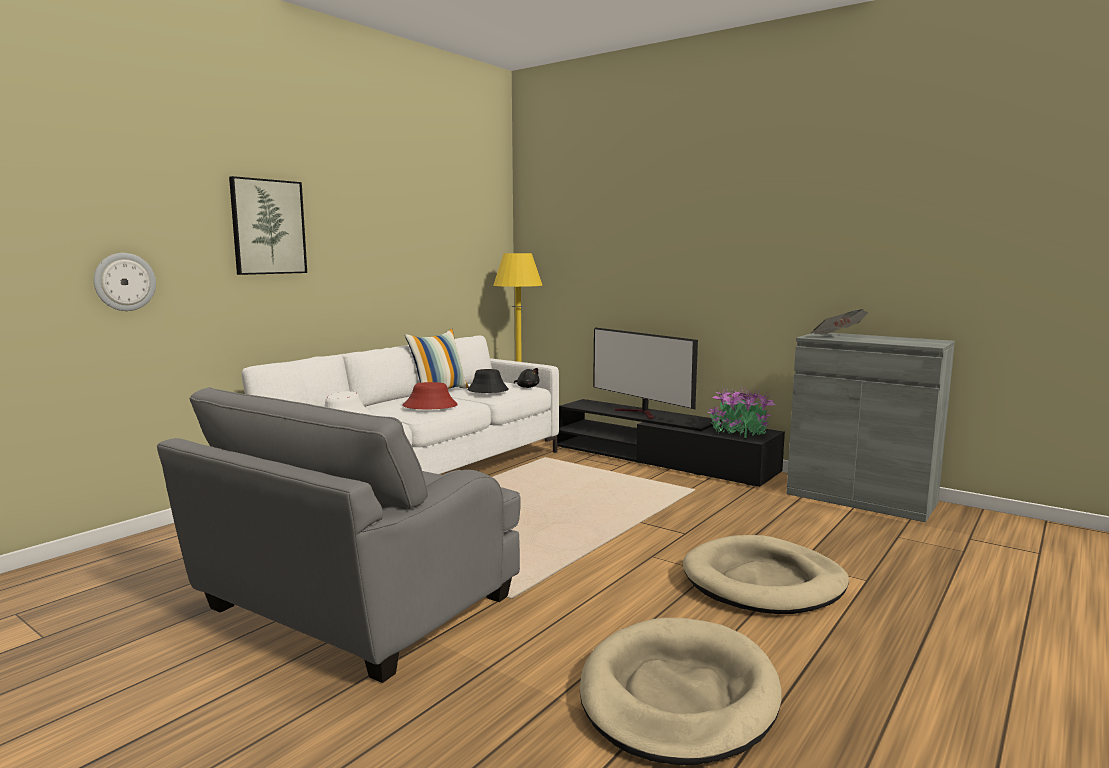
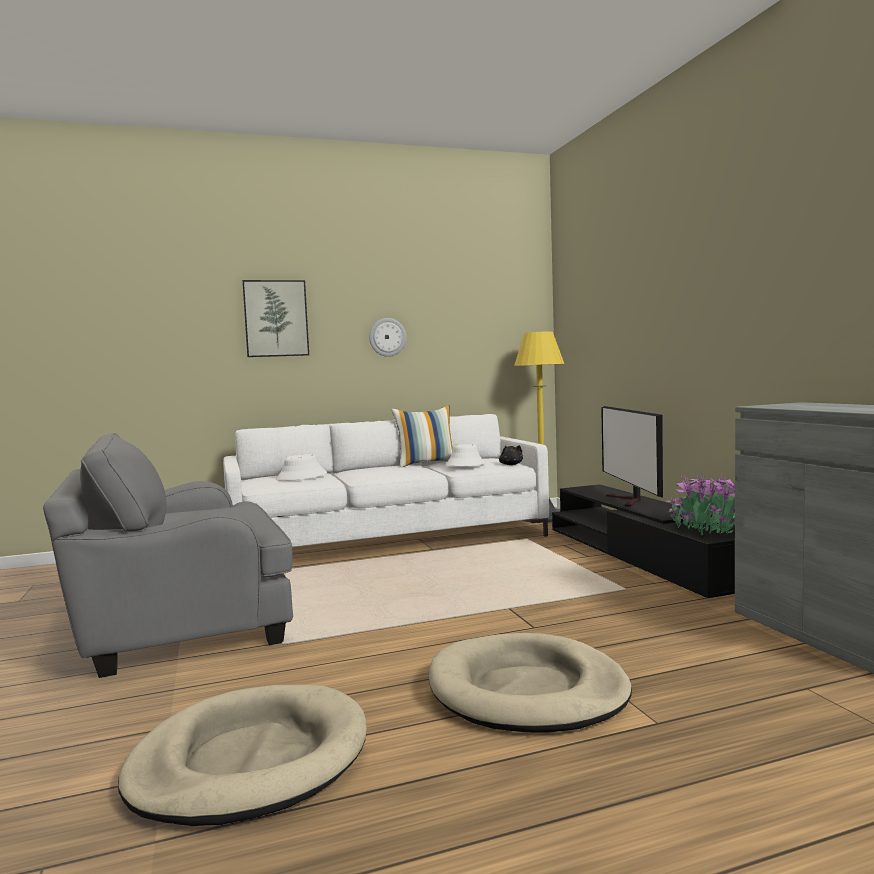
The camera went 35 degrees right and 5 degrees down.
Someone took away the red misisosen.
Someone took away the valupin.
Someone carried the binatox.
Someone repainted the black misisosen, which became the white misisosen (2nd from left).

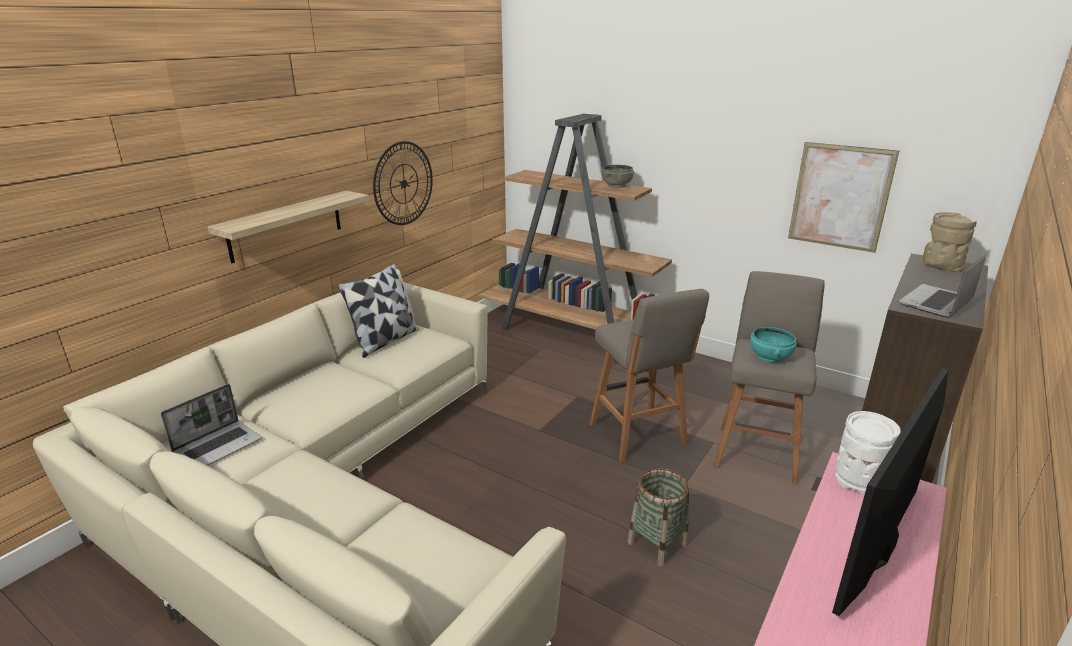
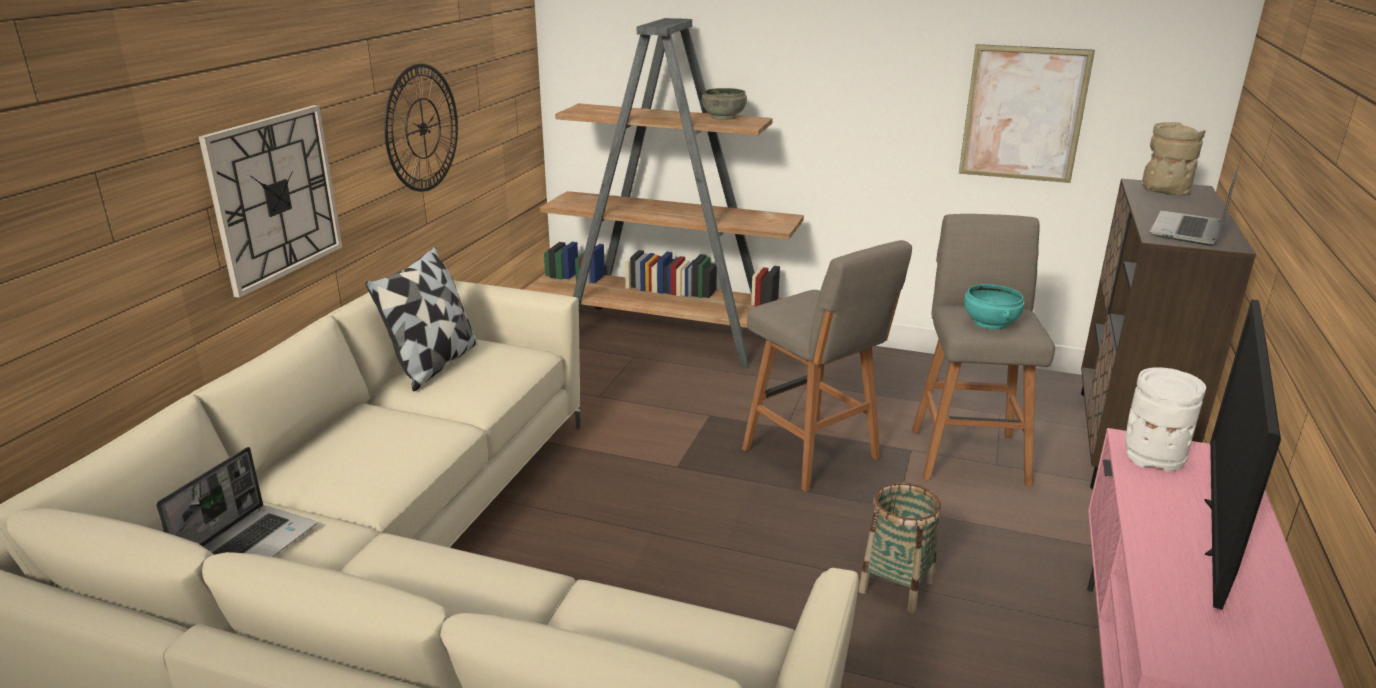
The camera went 15 degrees left and 0 degrees up.
Someone swapped the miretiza for the binatox (1st from left).

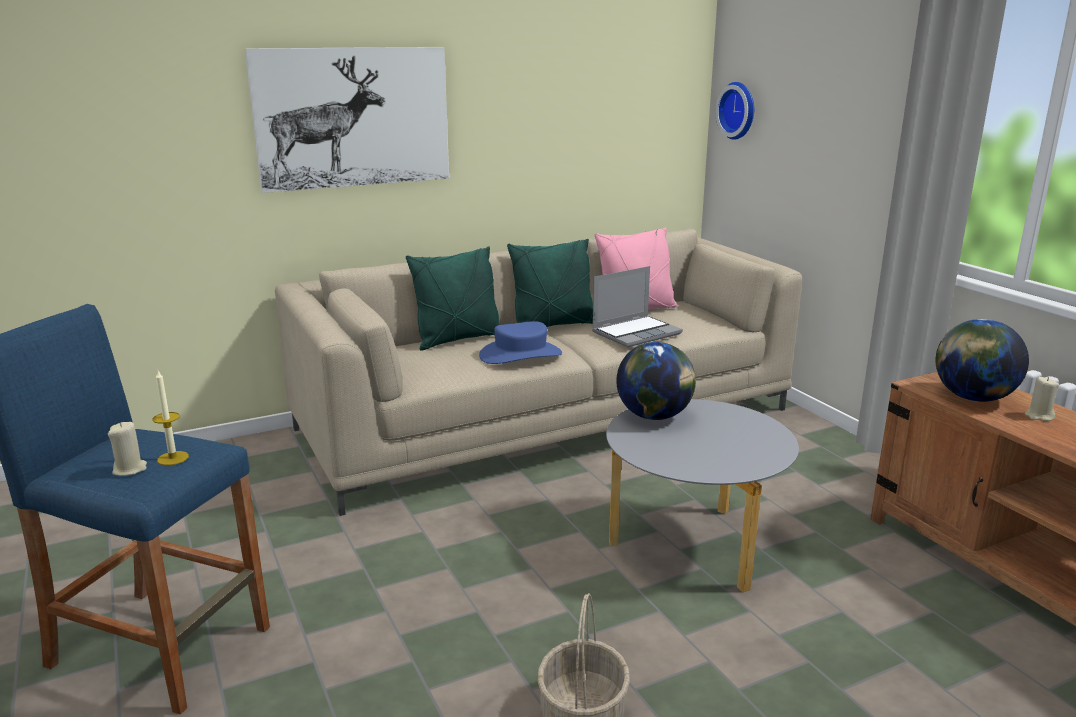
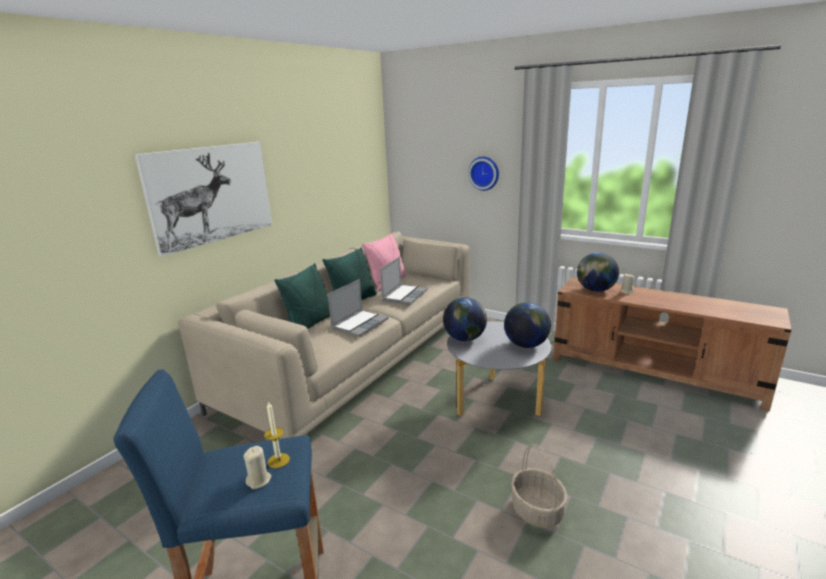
The camera went 30 degrees left and 0 degrees up.
Someone put down the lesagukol (2nd from left).
Someone carried the binatox.
Someone swapped the blue misisosen for the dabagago (1st from left).

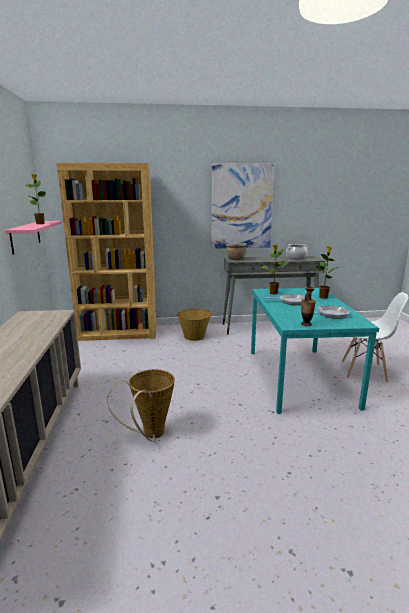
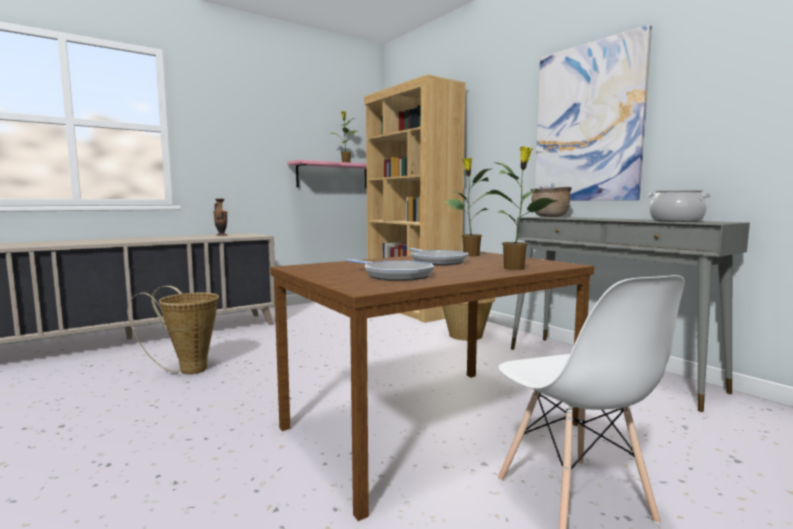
The camera went 60 degrees right and 10 degrees down.
Someone carried the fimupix.
Someone repainted the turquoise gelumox, which became the brown gelumox.

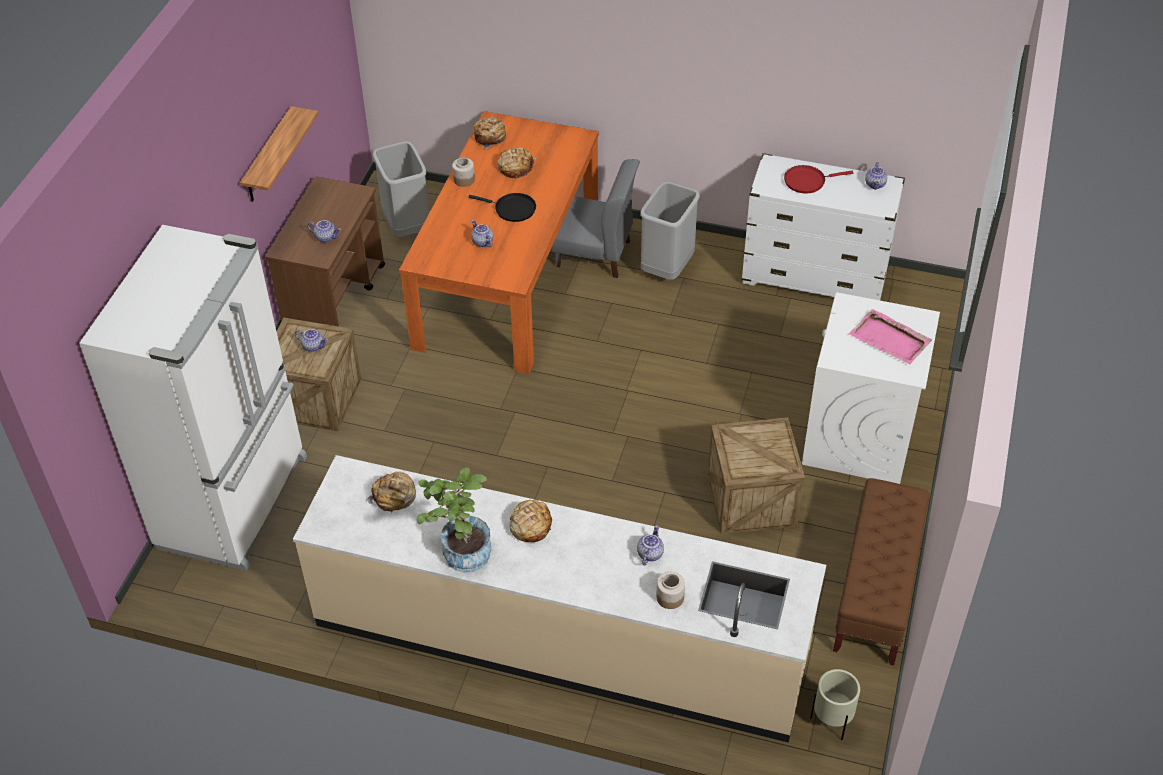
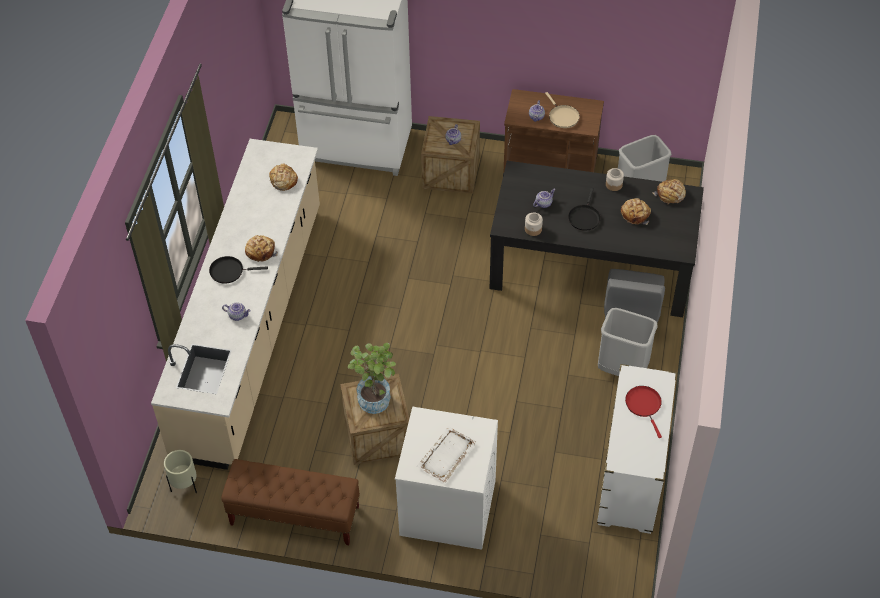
The camera went 85 degrees right and 5 degrees up.
Someone took away the miretiza.
Someone took away the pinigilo (5th from left).
Someone put down the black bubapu (1st from left).
Someone put down the beige bubapu.
Someone carried the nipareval.
Someone carried the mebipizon (2nd from left in the first image).
Someone repainted the orange gelumox, which became the black gelumox.
Someone repainted the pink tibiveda, which became the white tibiveda.

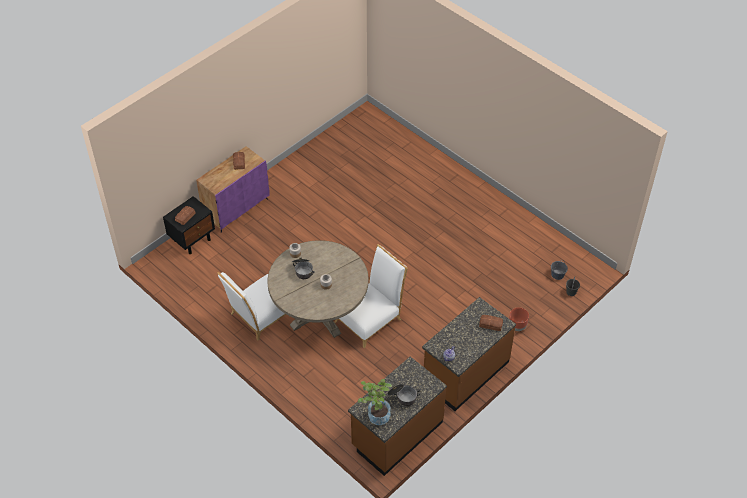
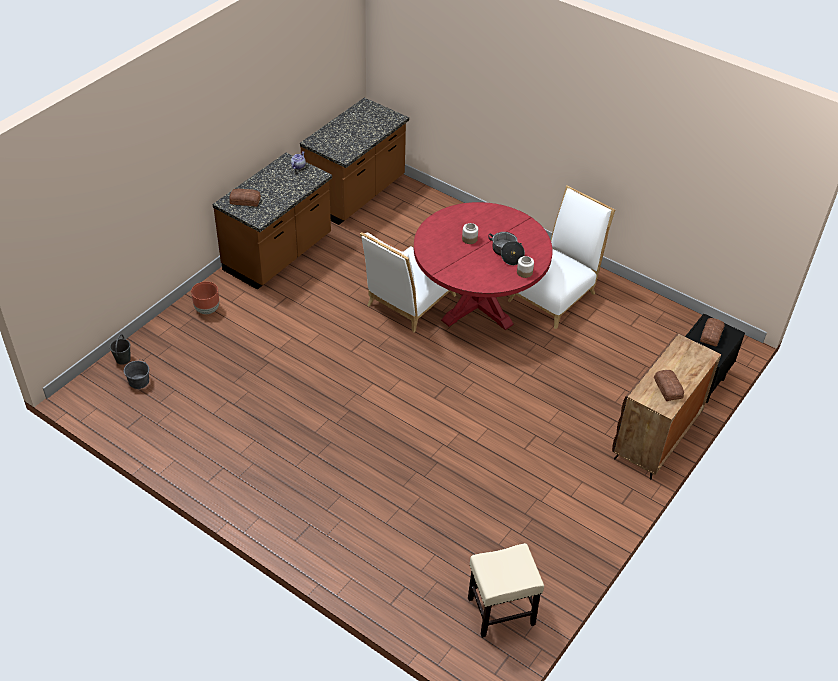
The camera went 170 degrees right and 5 degrees down.
Someone took away the nipareval.
Someone took away the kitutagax (2nd from left).
Someone put down the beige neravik.
Someone repainted the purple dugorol, which became the brown dugorol.
Someone repainted the beige gelumox, which became the red gelumox.

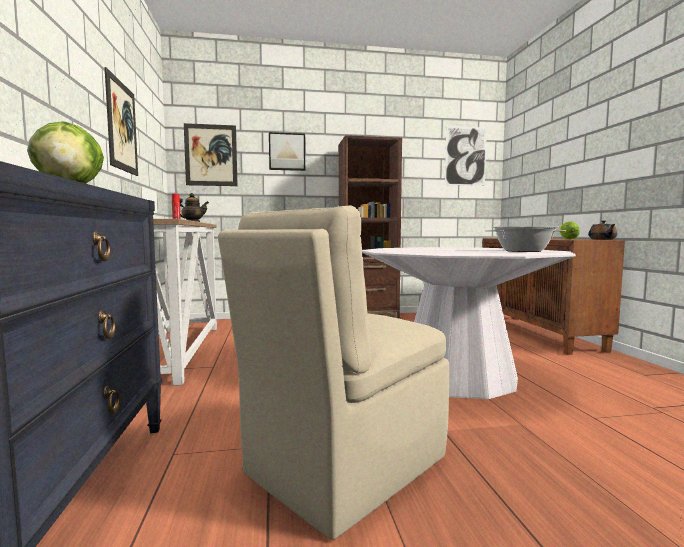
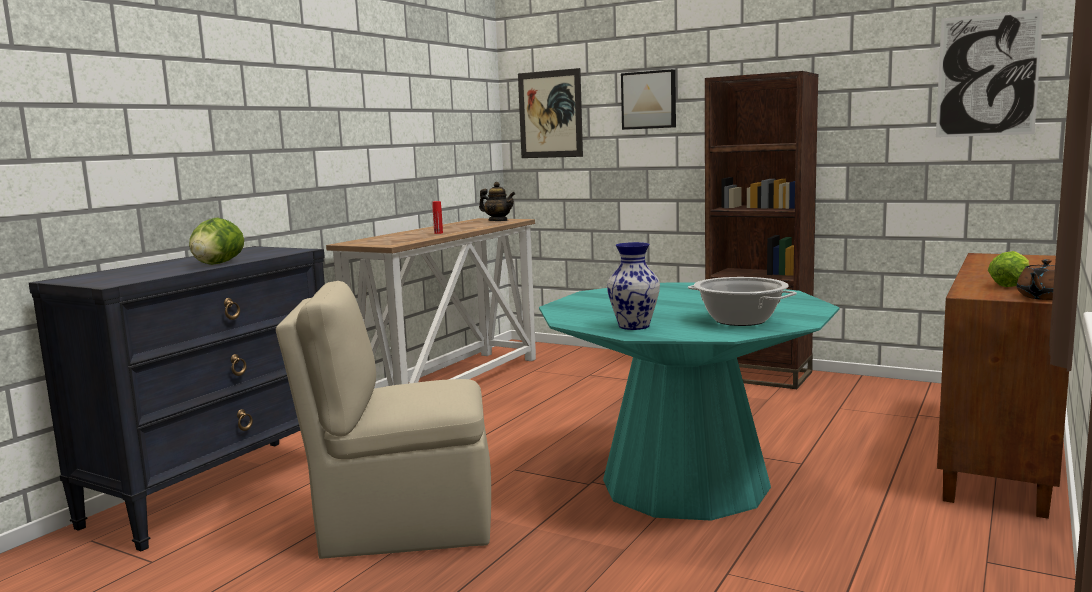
The camera went 40 degrees right and 5 degrees up.
Someone took away the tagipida (1st from left).
Someone put down the fimupix.
Someone repainted the white gelumox, which became the turquoise gelumox.

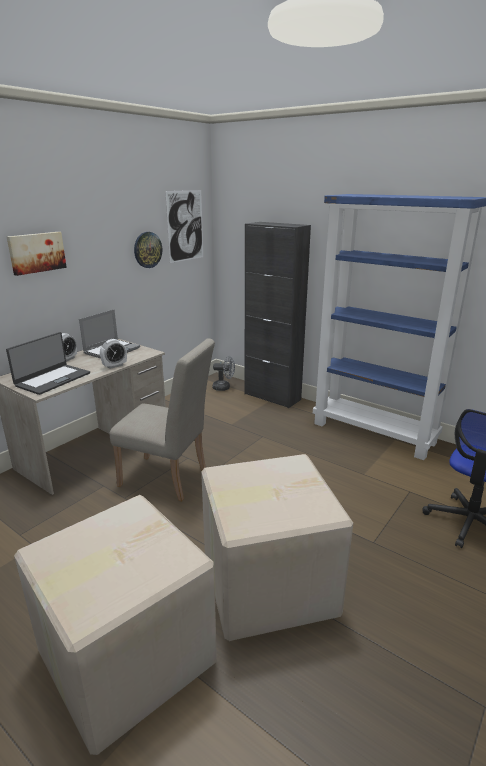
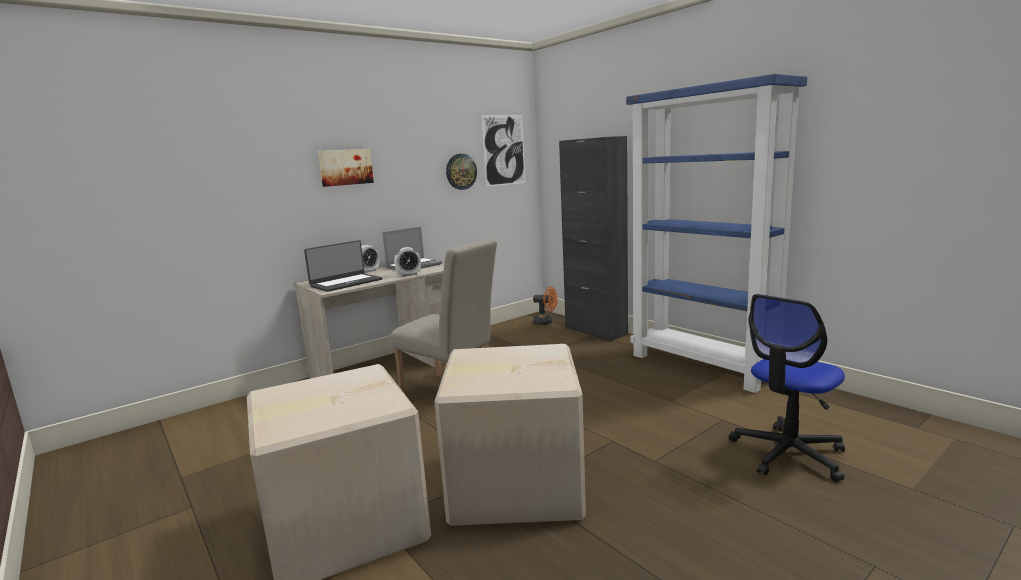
The camera went 15 degrees right and 10 degrees down.
Someone repainted the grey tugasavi, which became the orange tugasavi.

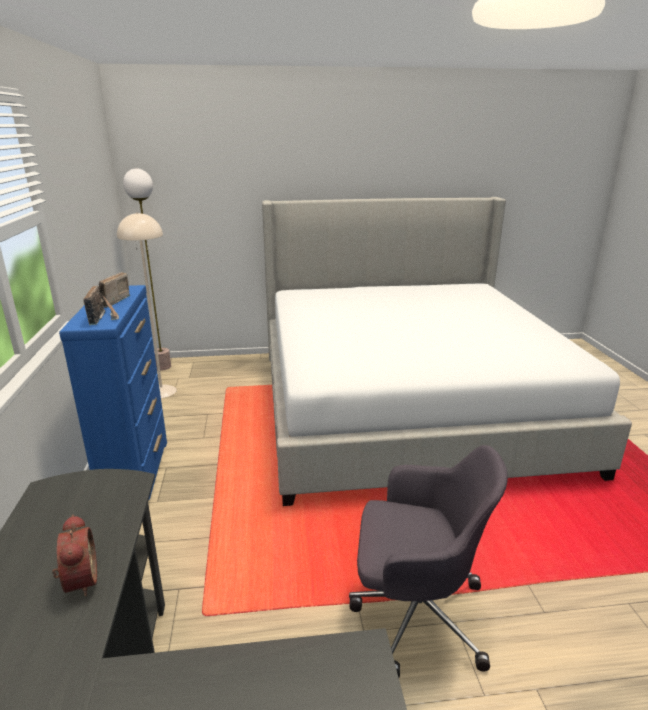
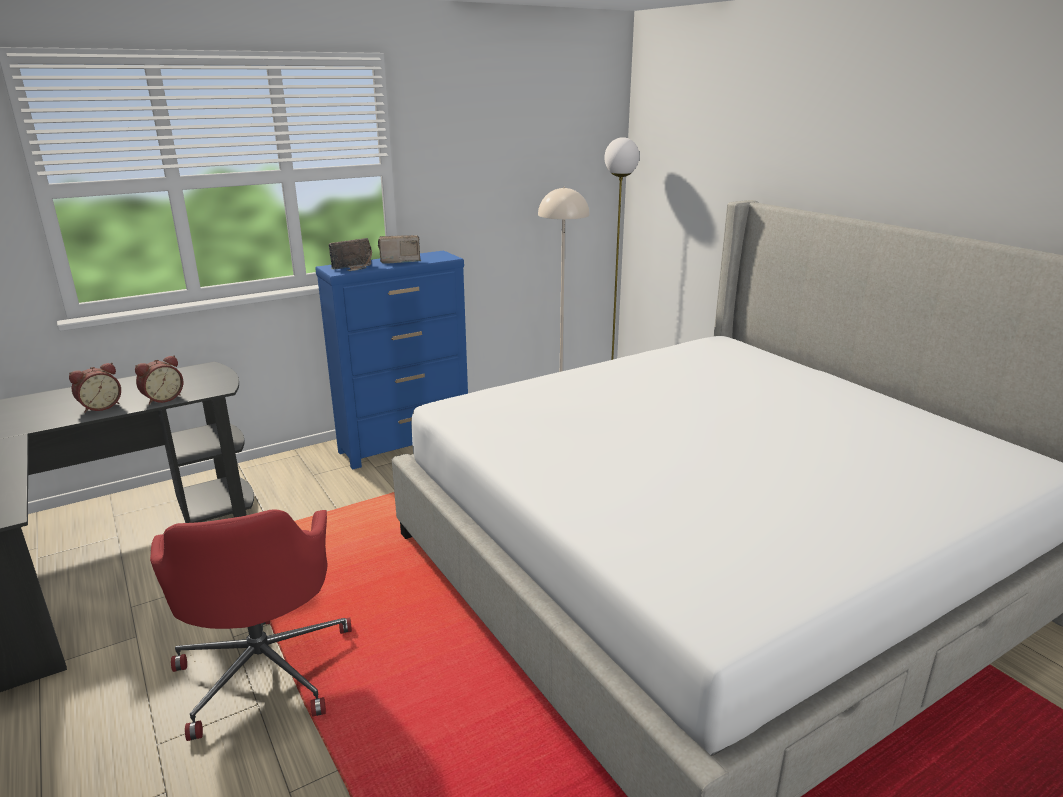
The camera went 65 degrees right and 0 degrees up.
Someone put down the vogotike (2nd from left).
Someone repainted the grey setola, which became the red setola.

